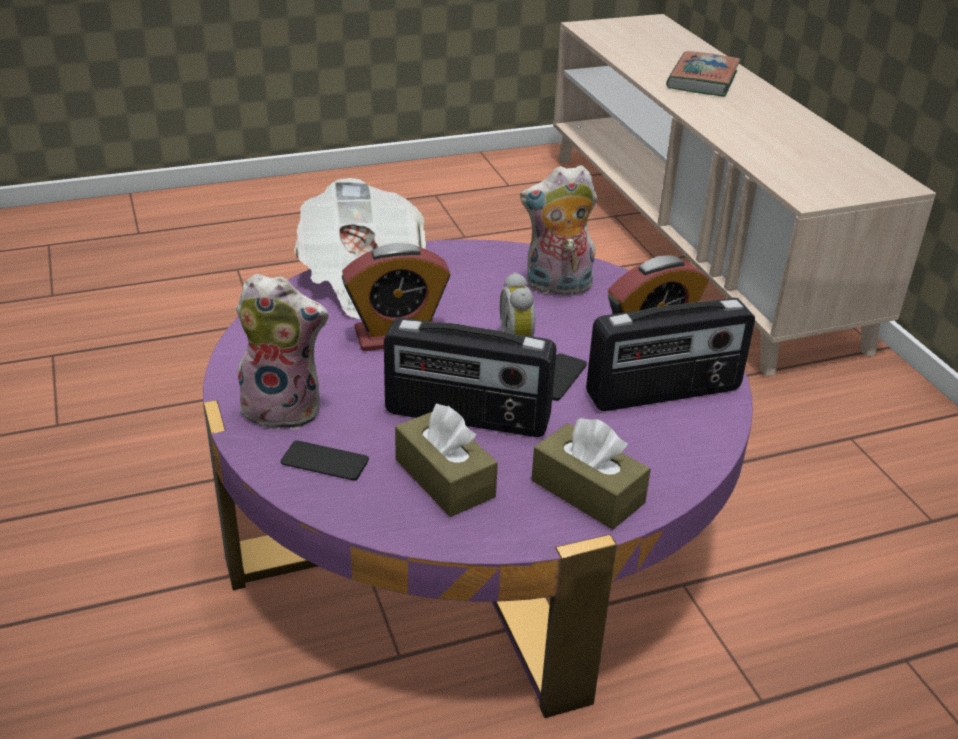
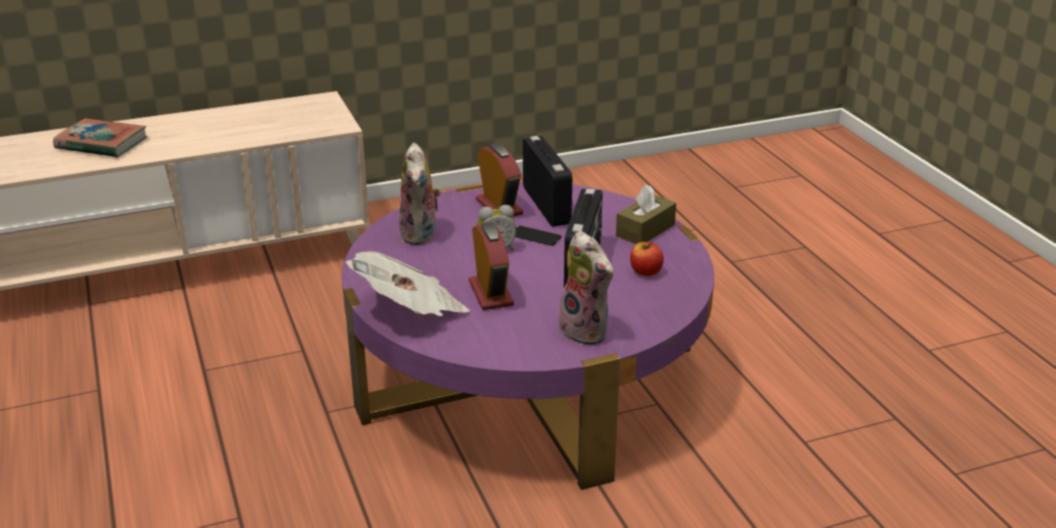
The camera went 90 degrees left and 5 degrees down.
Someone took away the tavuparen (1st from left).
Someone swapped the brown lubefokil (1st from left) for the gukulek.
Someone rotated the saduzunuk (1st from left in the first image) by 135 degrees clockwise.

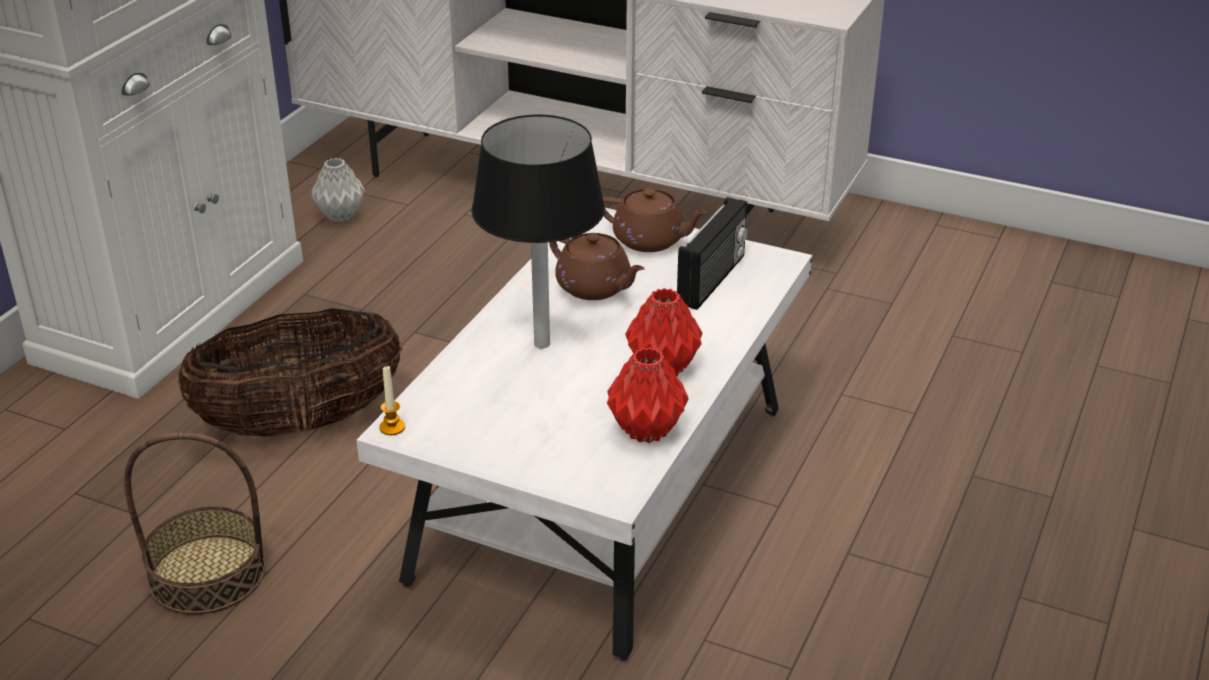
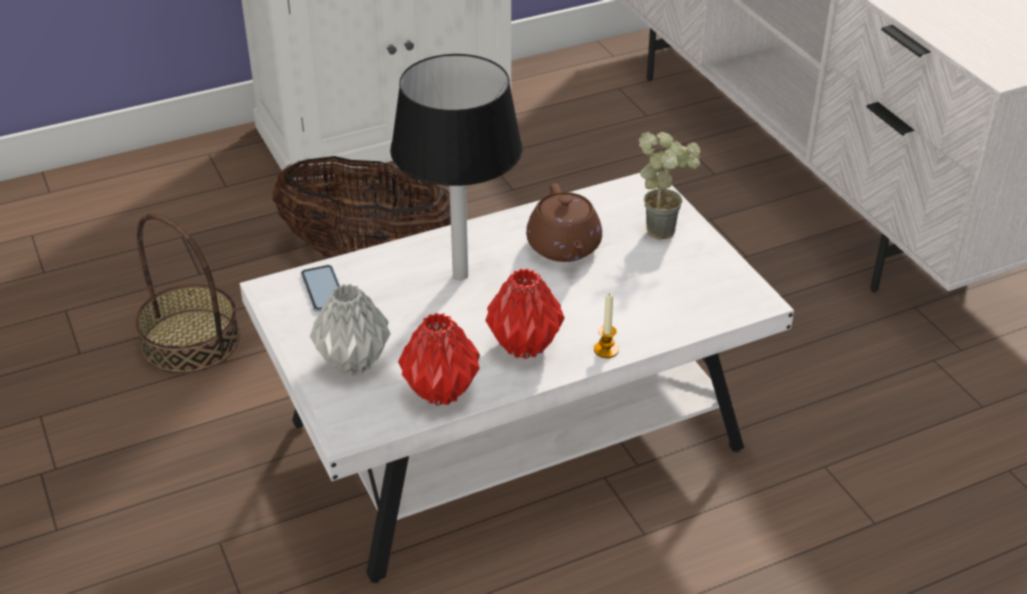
The camera went 40 degrees right and 5 degrees up.
Someone took away the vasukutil.
Someone put down the tavuparen.
Someone carried the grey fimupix.
Someone carried the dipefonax.
Someone swapped the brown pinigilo (2nd from left) for the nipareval.

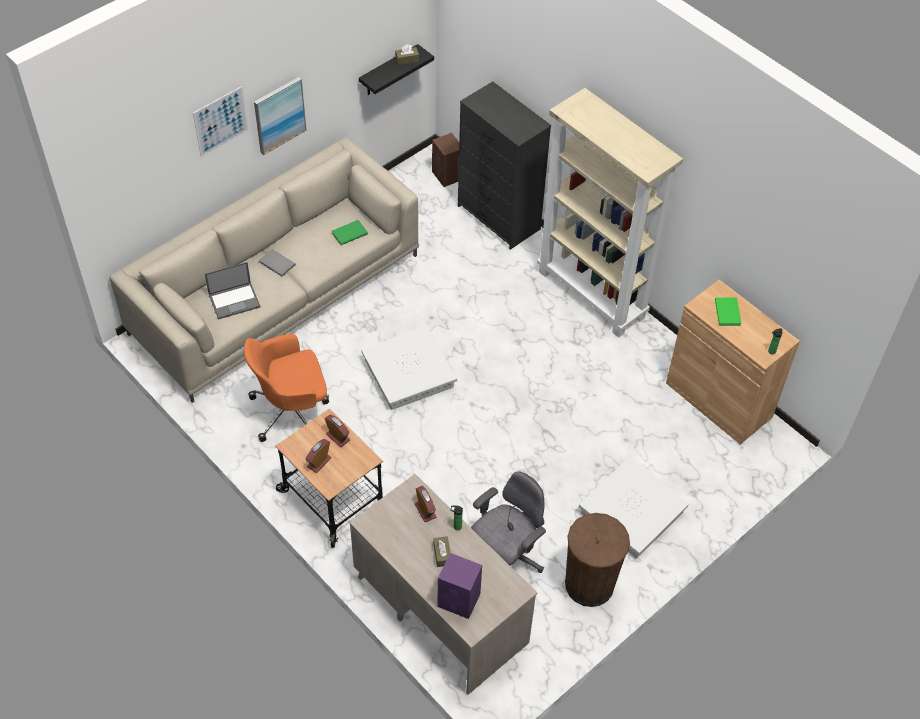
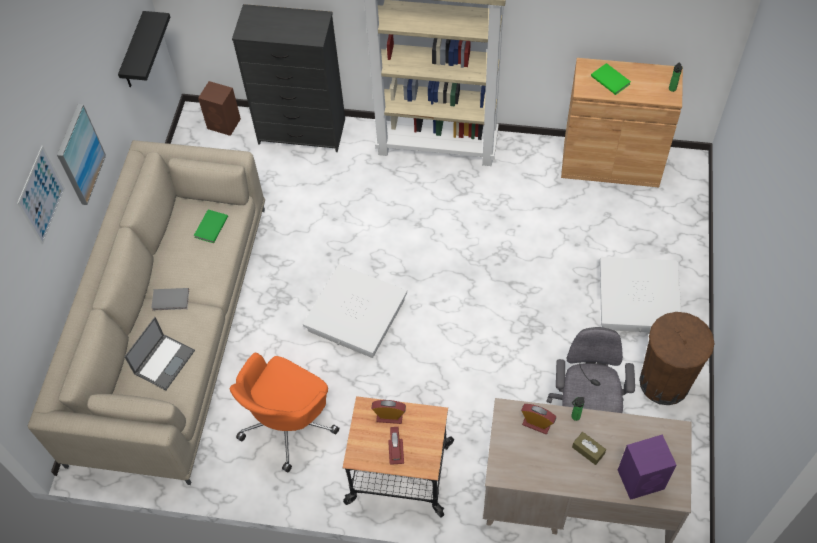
The camera went 35 degrees left and 5 degrees up.
Someone took away the brown lubefokil (1st from left).

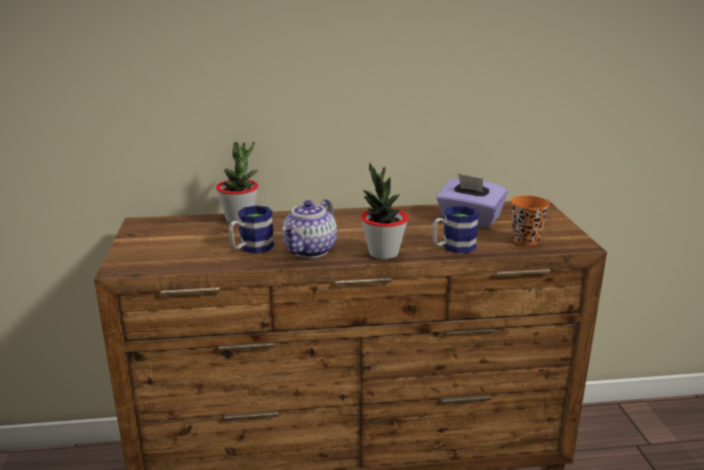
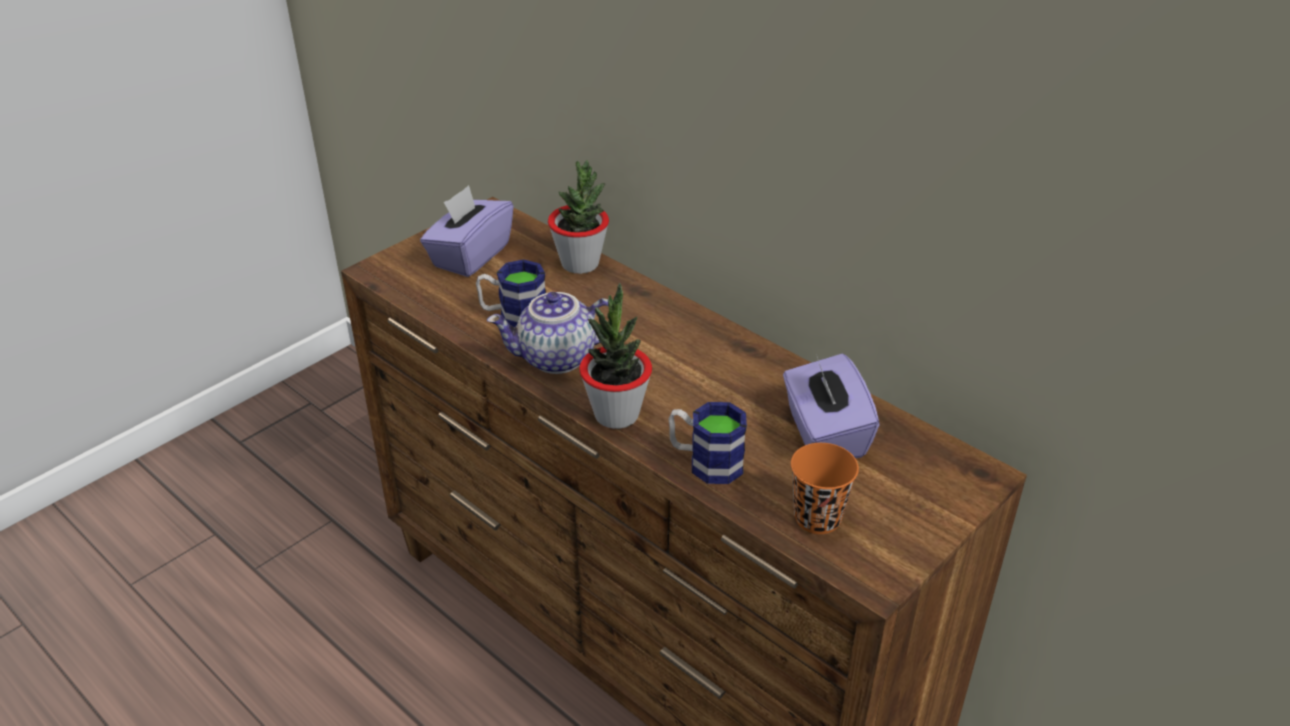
The camera went 50 degrees right and 15 degrees up.
Someone put down the purple lubefokil (1st from left).

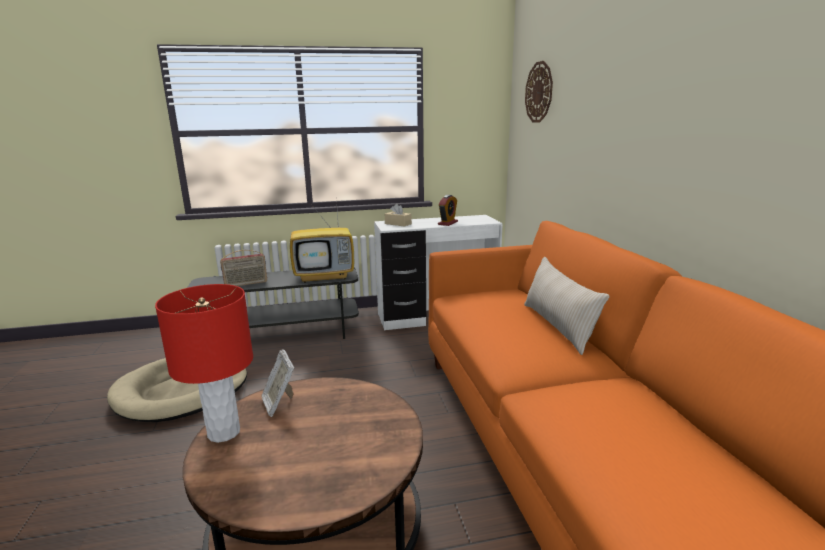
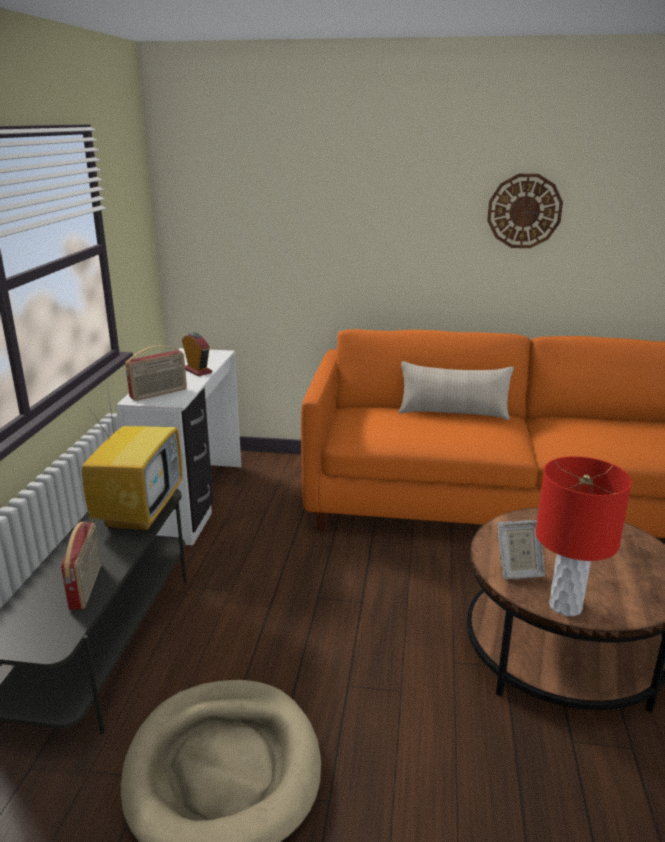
The camera went 70 degrees left and 5 degrees up.
Someone carried the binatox.
Someone swapped the beige lubefokil for the vasukutil (2nd from left).

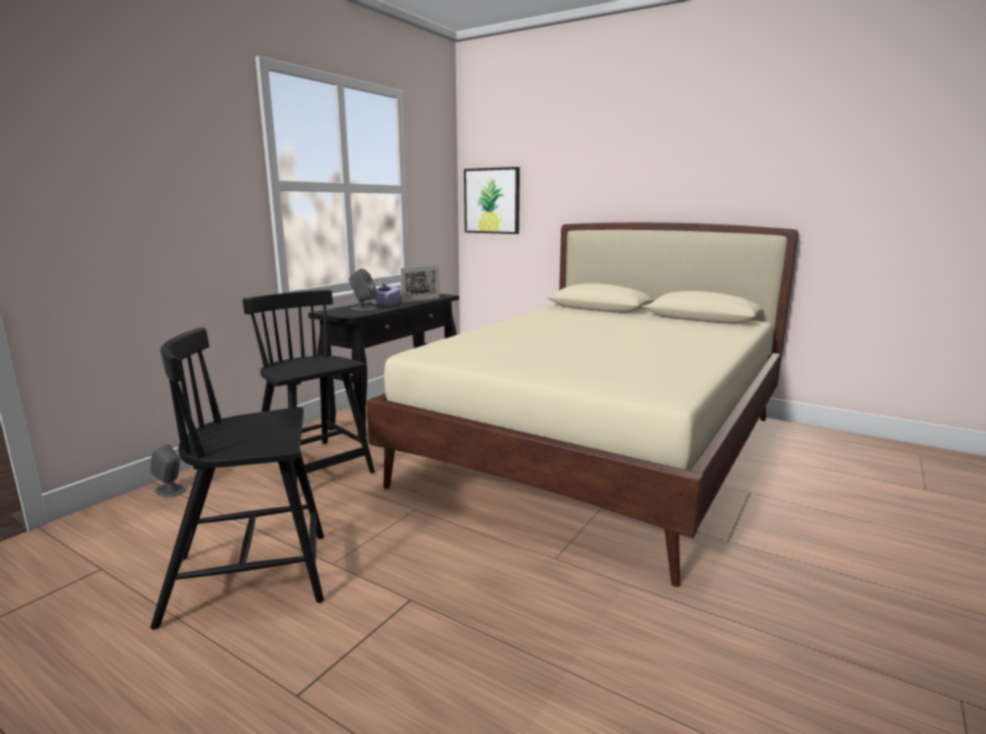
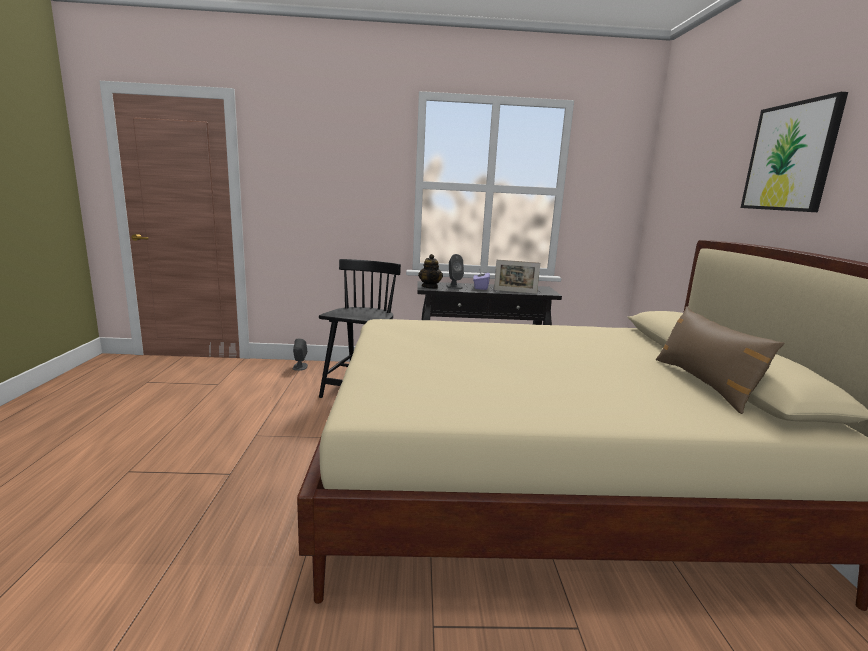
The camera went 55 degrees right and 0 degrees up.
Someone took away the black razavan (1st from left).
Someone put down the pinigilo.
Someone put down the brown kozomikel.
Someone carried the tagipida.

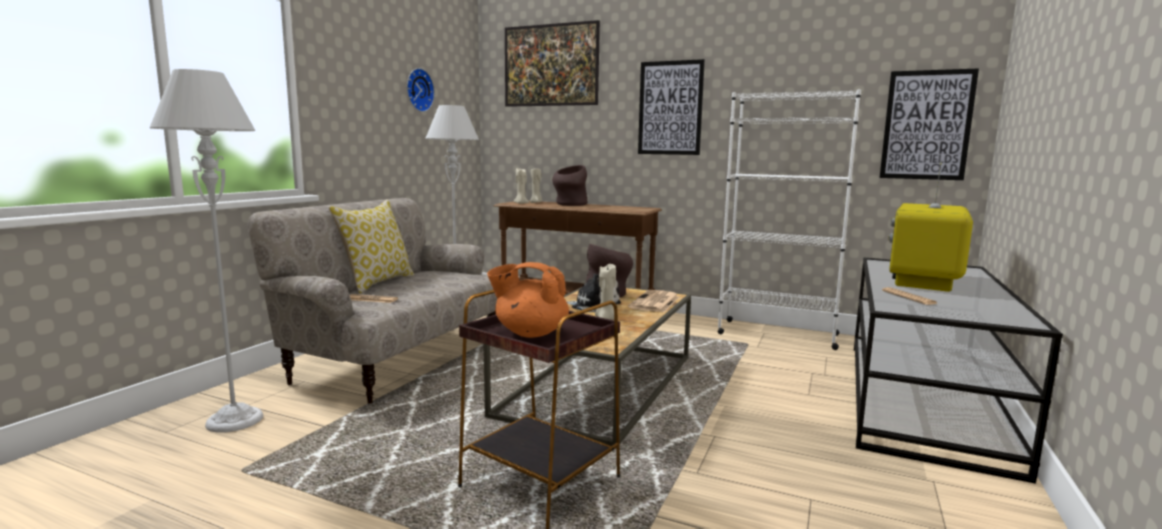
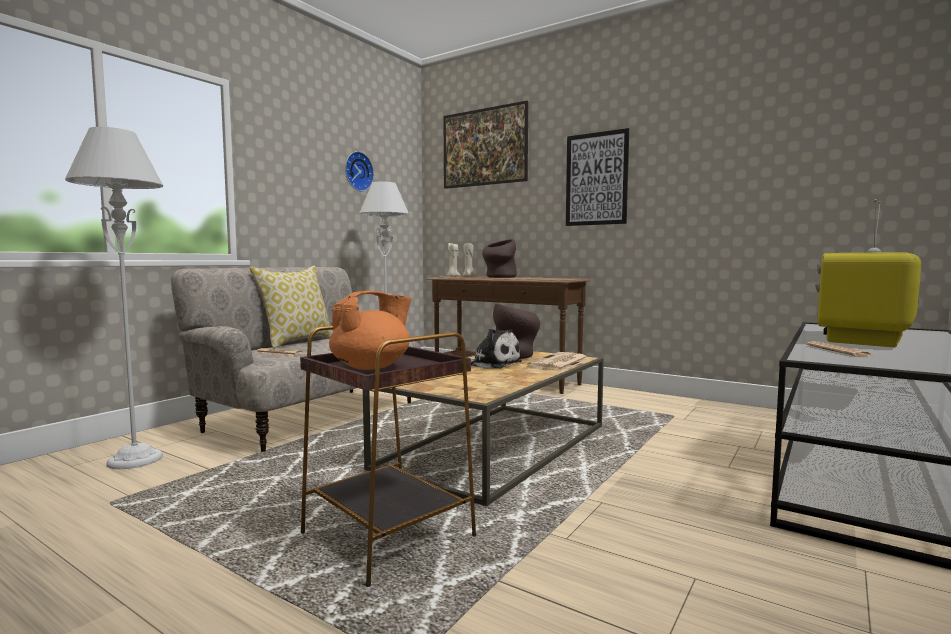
The camera went 10 degrees right and 5 degrees down.
Someone took away the beige dipefonax (3rd from left).
Someone took away the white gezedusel.
Someone took away the tagipida (3rd from left).
Someone rotated the orange pinigilo by 120 degrees clockwise.

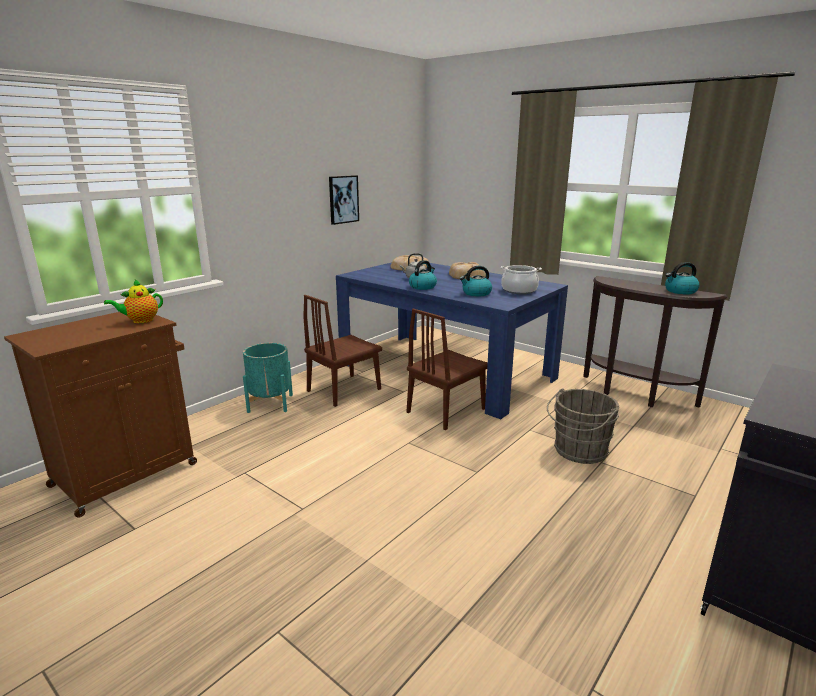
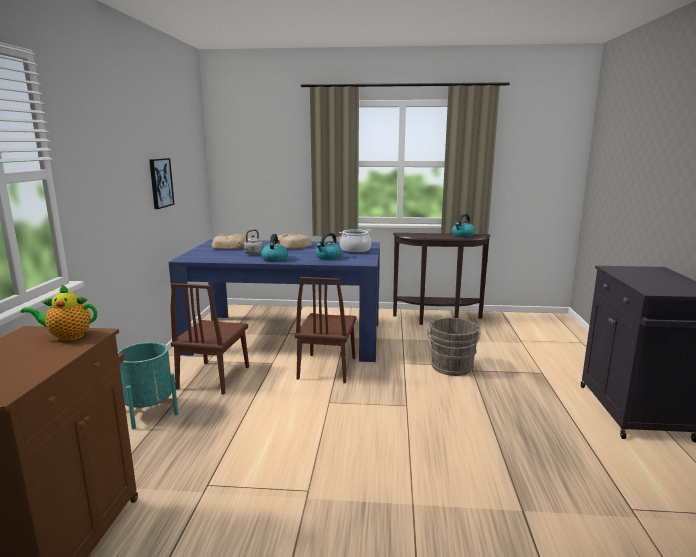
The camera went 35 degrees left and 5 degrees down.
Someone rotated the pinigilo by 60 degrees clockwise.

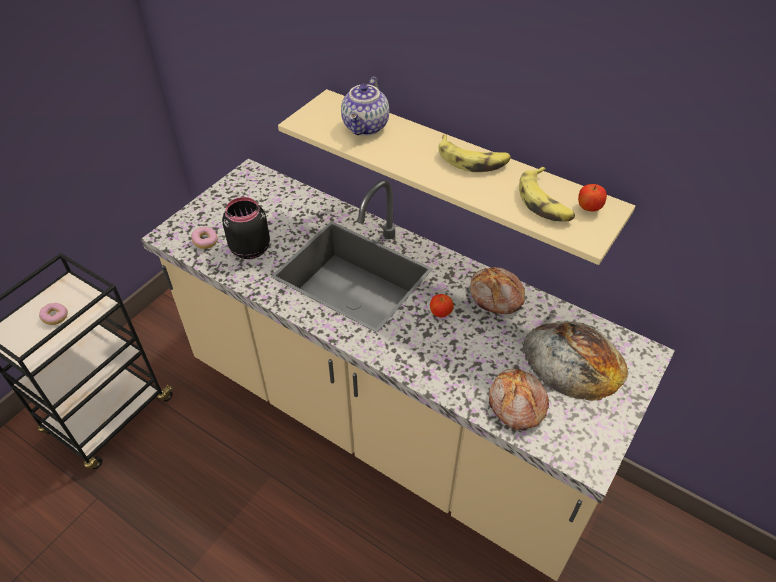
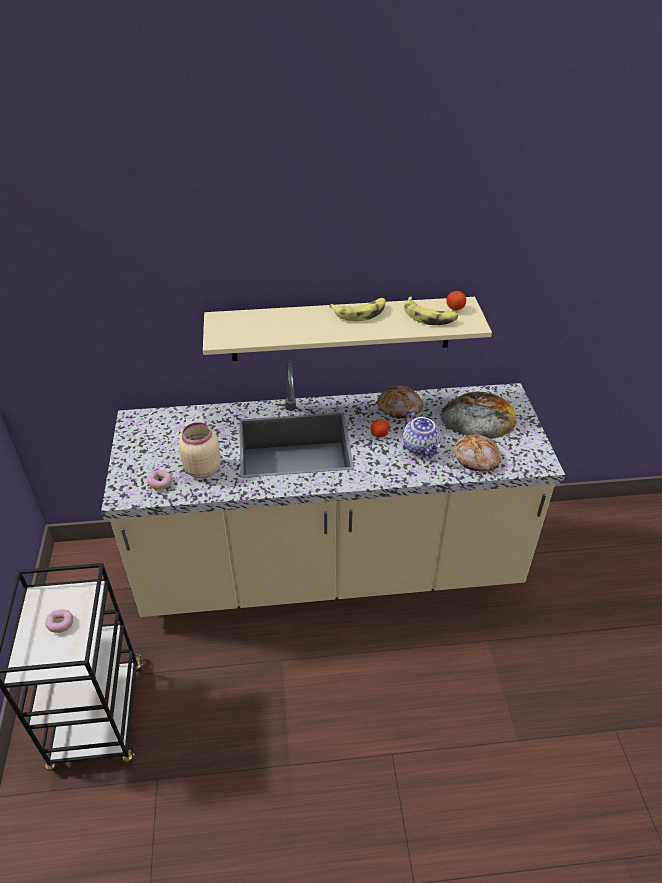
The camera went 40 degrees left and 5 degrees down.
Someone carried the pinigilo.
Someone repainted the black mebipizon, which became the beige mebipizon.

